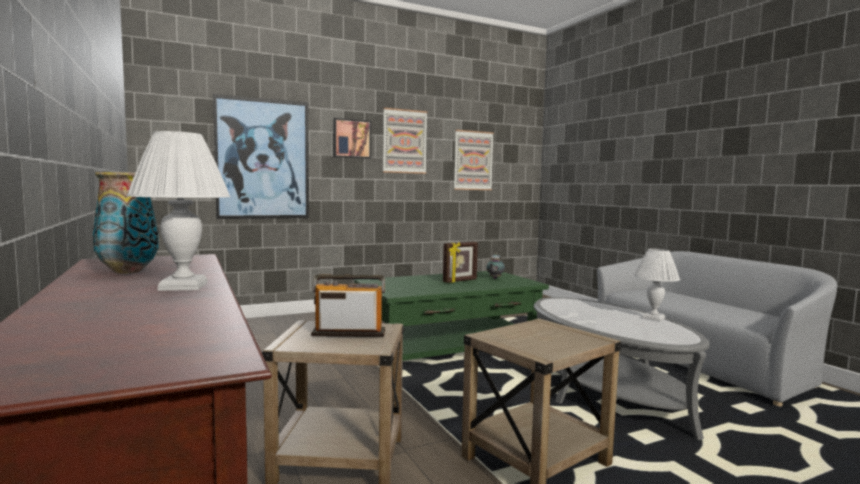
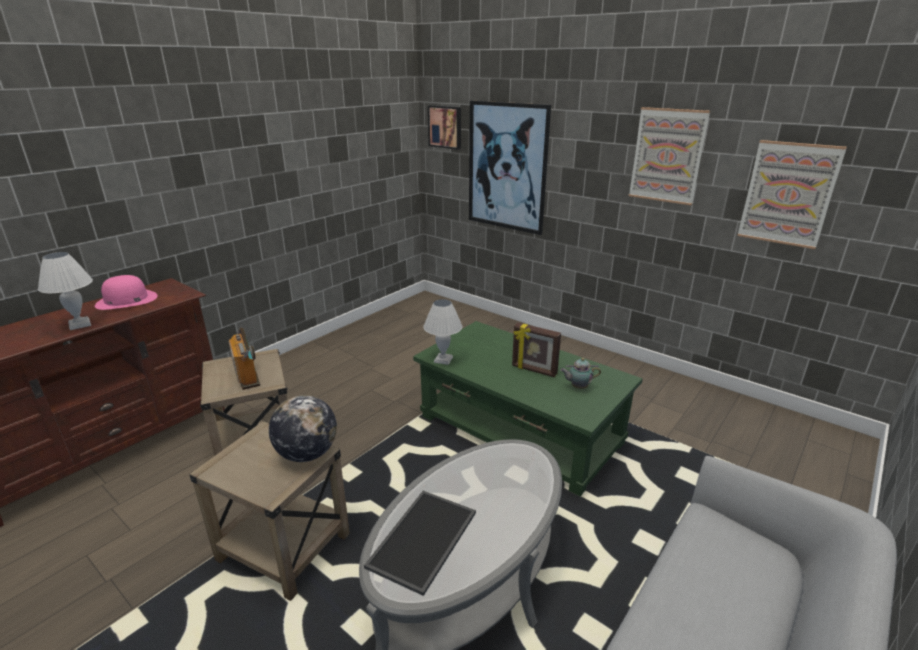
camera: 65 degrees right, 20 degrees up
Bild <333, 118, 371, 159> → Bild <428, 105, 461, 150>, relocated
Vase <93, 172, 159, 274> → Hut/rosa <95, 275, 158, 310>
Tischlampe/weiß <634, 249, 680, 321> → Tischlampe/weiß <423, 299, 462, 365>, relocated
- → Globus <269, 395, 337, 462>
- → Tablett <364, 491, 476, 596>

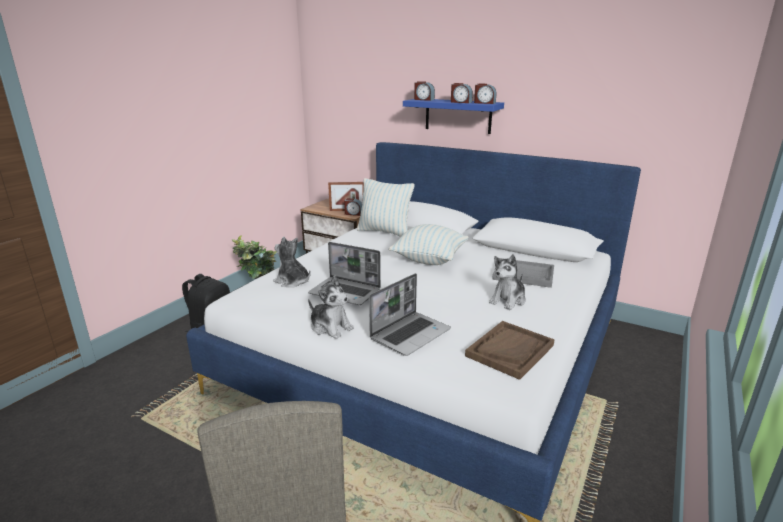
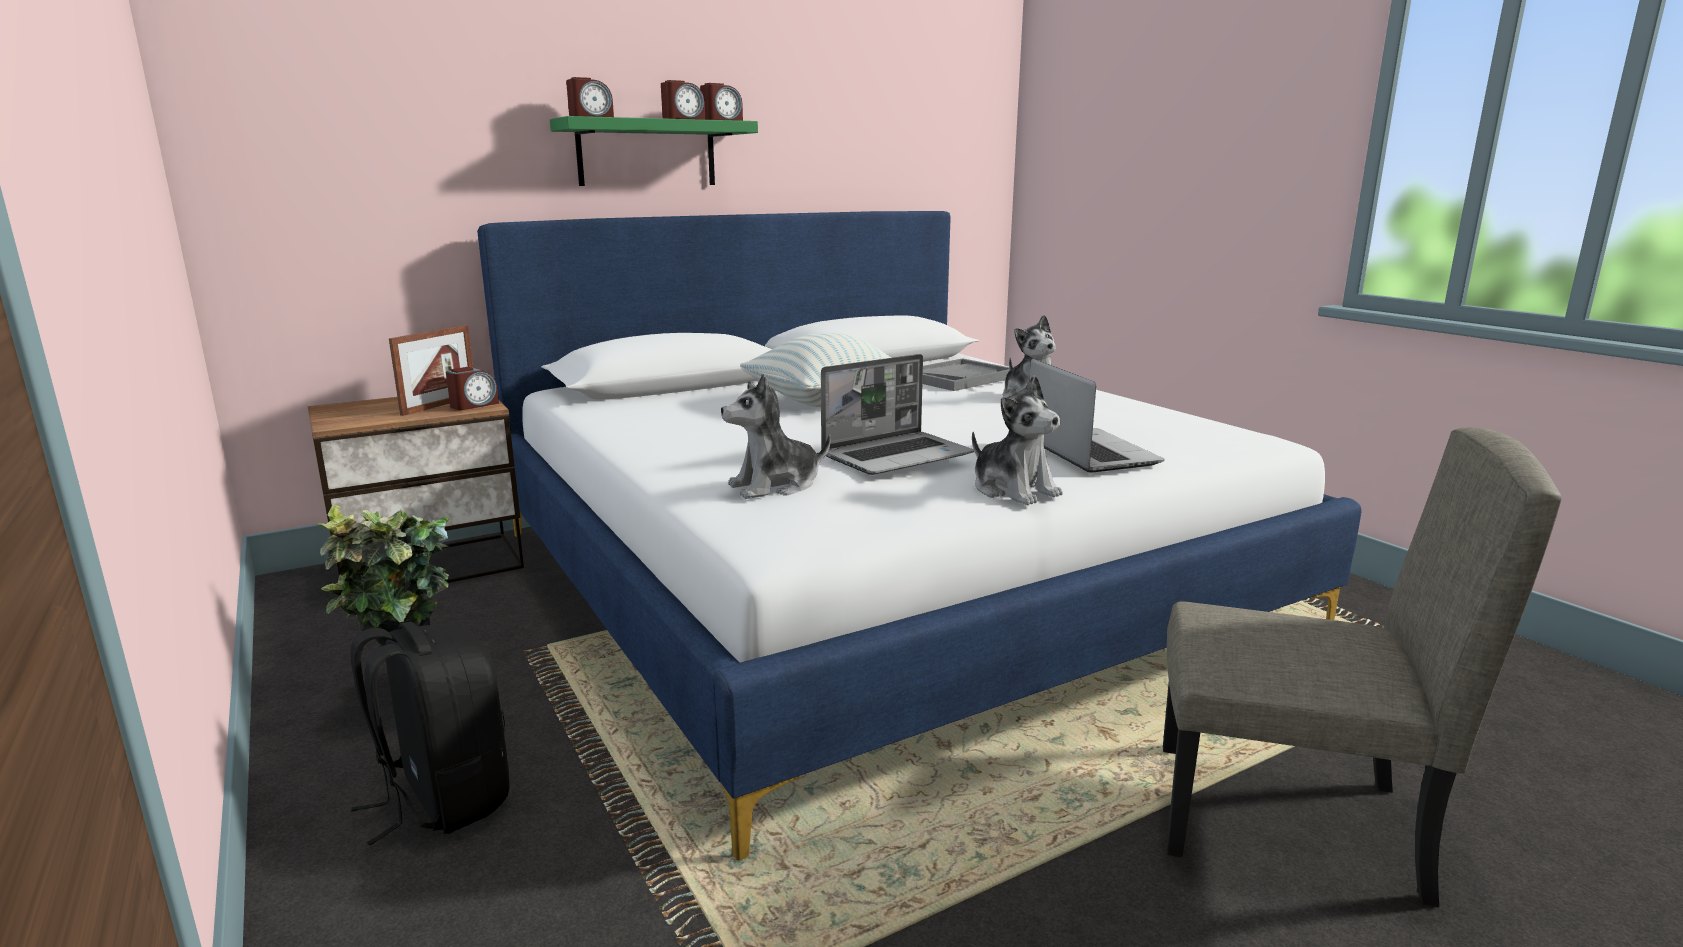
camera: 60 degrees left, 5 degrees down
Wandregal/blau <403, 99, 504, 134> → Wandregal/grün <550, 116, 758, 186>
Kissen <357, 178, 414, 237> → -
Plüschtier <308, 275, 354, 339> → Plüschtier <972, 375, 1063, 506>, 75 degrees clockwise
Tablett/braun <465, 321, 555, 380> → -

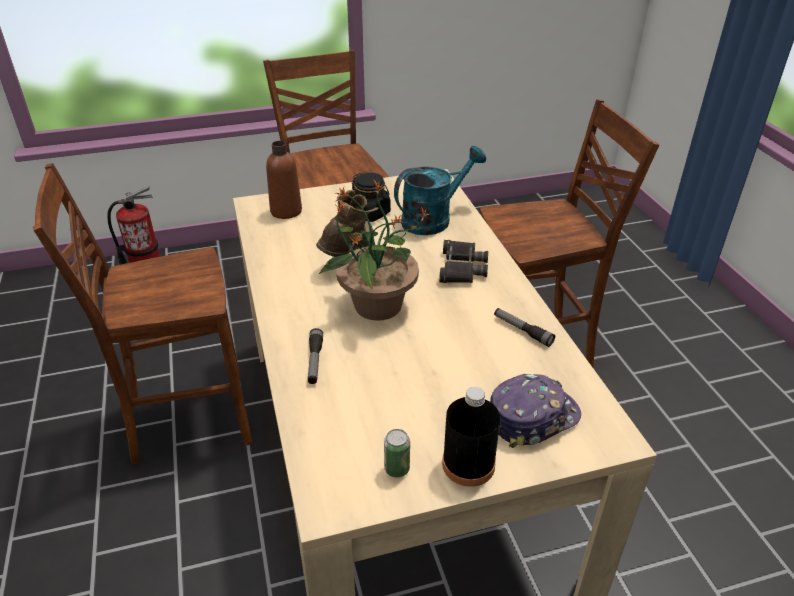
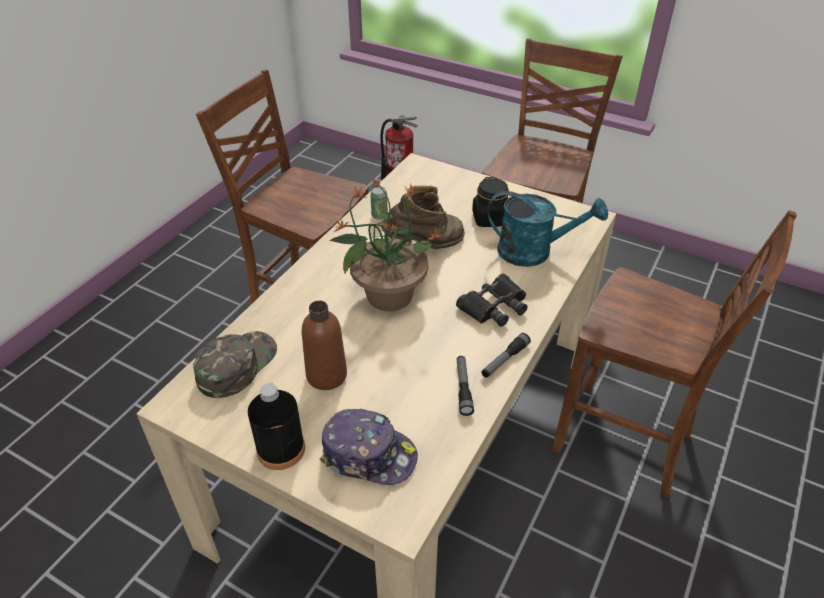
camera: 45 degrees right, 5 degrees up
Flasche/braun <266, 141, 302, 219> → Flasche/braun <302, 300, 347, 390>, relocated
Taschenlampe <308, 328, 323, 384> → Taschenlampe <481, 333, 531, 378>, relocated
Dose <384, 429, 410, 478> → Dose <370, 187, 388, 220>, relocated
- → Kappe/grün <193, 331, 277, 398>

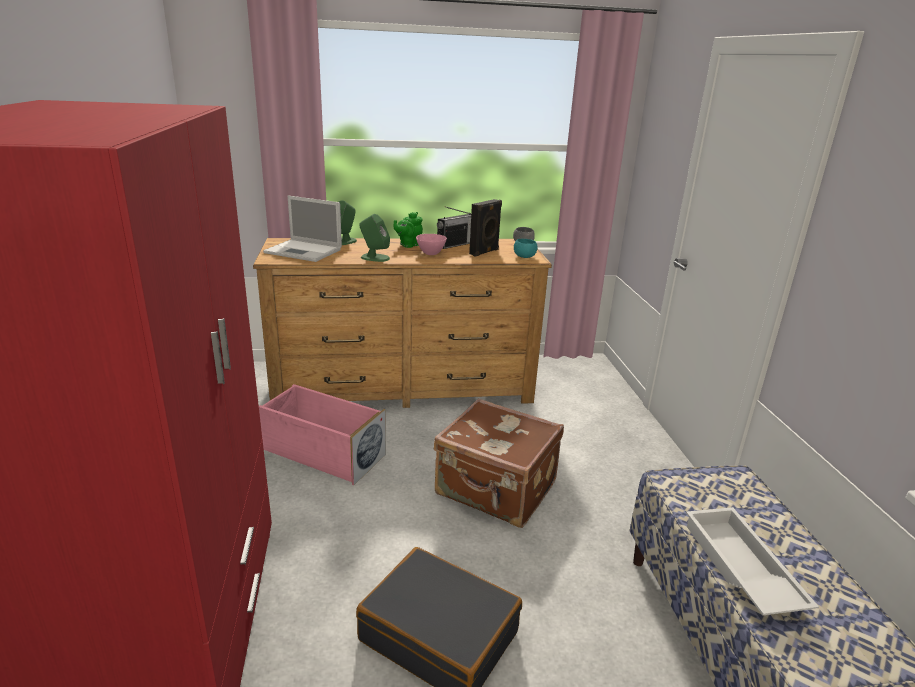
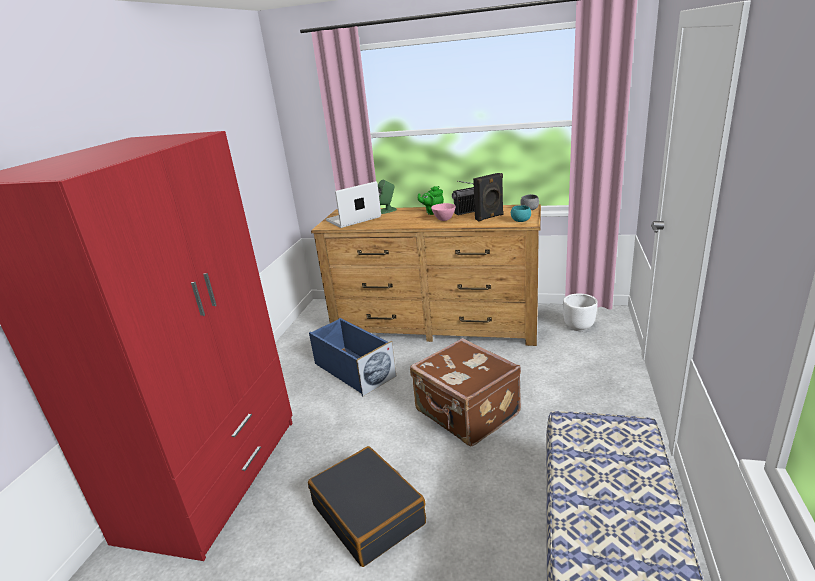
camera: 25 degrees right, 0 degrees up
Laptop <263, 195, 342, 262> → Laptop <326, 181, 381, 228>, 105 degrees clockwise
Lautsprecher/grün <359, 214, 390, 262> → -
Aufbewahrungsbox/rosa <259, 384, 386, 485> → Aufbewahrungsbox/blau <309, 318, 396, 396>
Tablett/weiß <686, 507, 819, 615> → -
- → Pflanzkübel/weiß <563, 294, 598, 331>

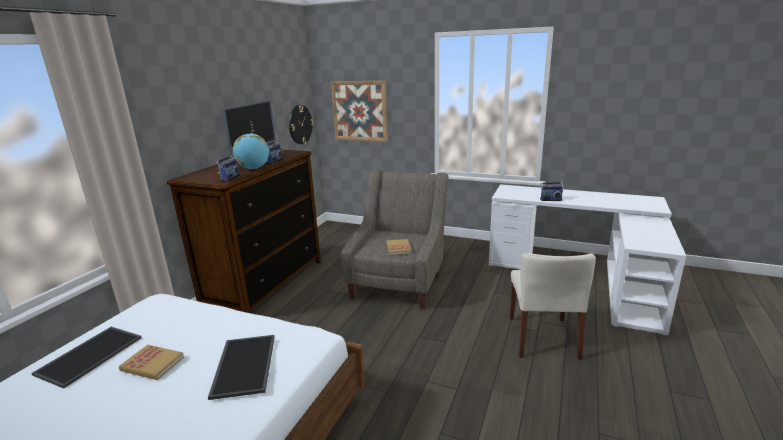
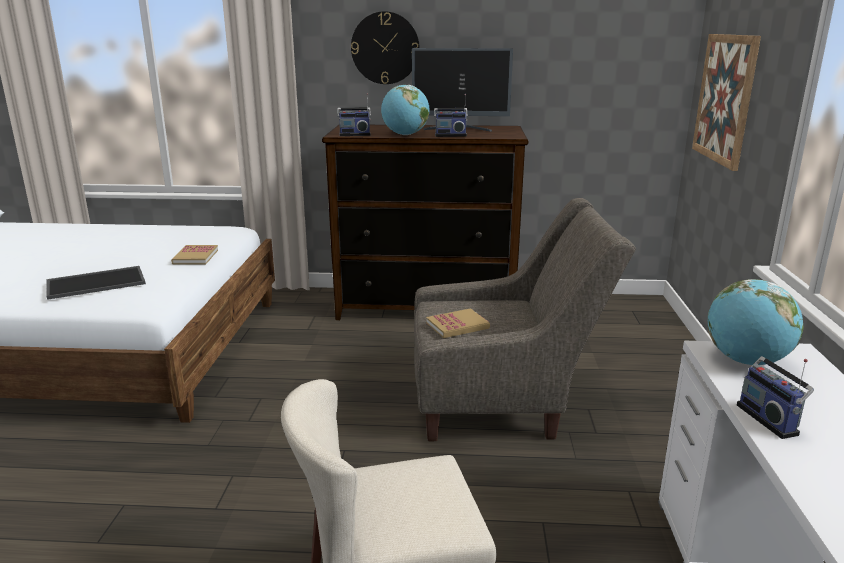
camera: 70 degrees right, 0 degrees up
Wanduhr <289, 105, 313, 144> → Wanduhr <351, 11, 420, 84>, relocated
Tablett <31, 327, 142, 388> → -
Buch <119, 345, 184, 380> → Buch <171, 245, 218, 265>, relocated
- → Globus <708, 279, 804, 365>

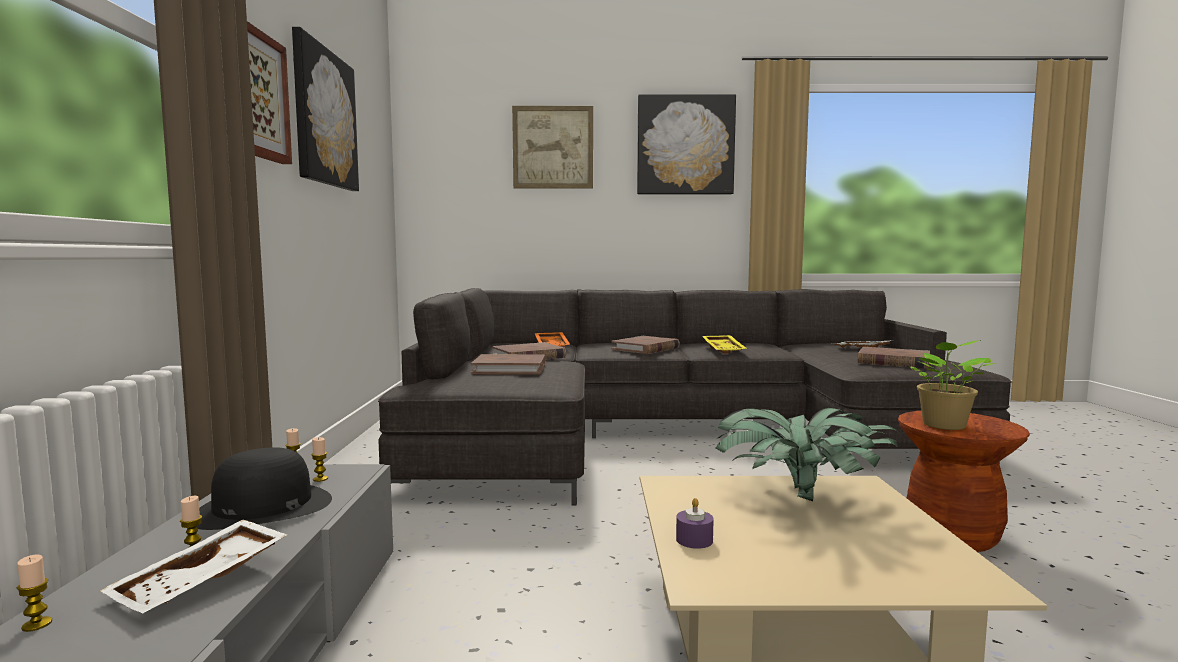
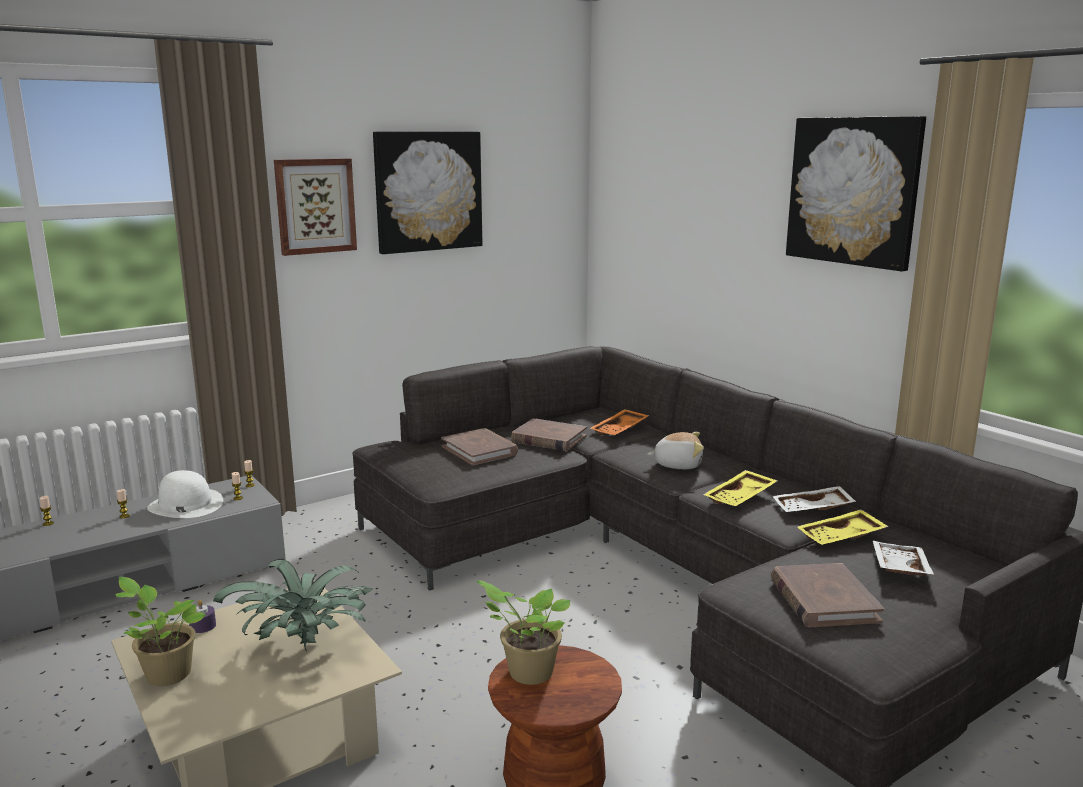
camera: 55 degrees right, 10 degrees up
Bild <512, 106, 593, 189> → -
Buch/braun <611, 336, 680, 354> → Plüschtier <648, 432, 704, 469>
Hut/schwarz <196, 447, 332, 530> → Hut/weiß <147, 470, 223, 518>
Tablett/weiß <100, 520, 287, 614> → Tablett/weiß <772, 486, 856, 512>, relocated
- → Tablett/gelb <797, 509, 889, 545>
- → Topfpflanze <115, 577, 206, 686>

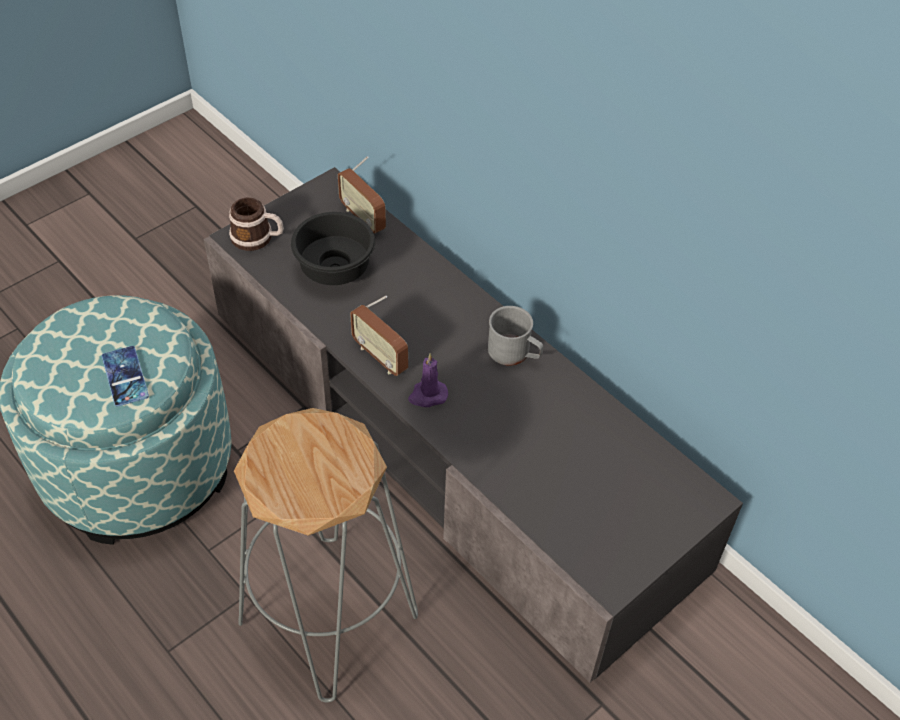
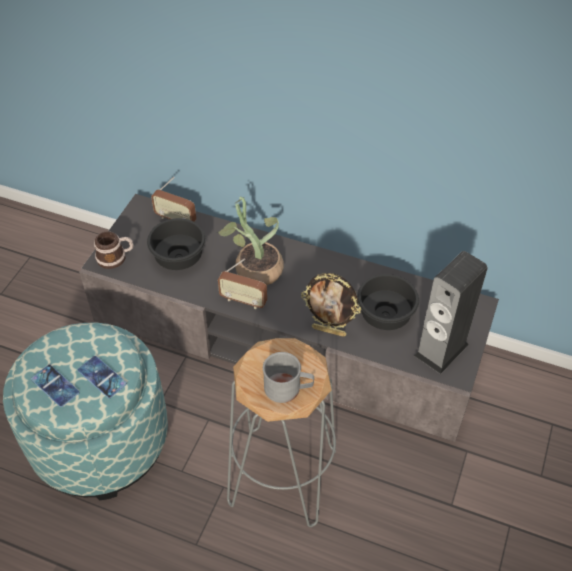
camera: 25 degrees left, 0 degrees up
Henkelbecher/grau <488, 306, 544, 366> → Henkelbecher/grau <263, 352, 314, 403>, relocated
Kerze/lila <408, 353, 448, 407> → -
- → Topfpflanze <217, 196, 284, 285>
- → Lautsprecher <414, 251, 488, 374>
- → Bilderrahmen <301, 273, 361, 337>
- → Schüssel/schwarz <357, 274, 419, 330>
- → Handy <31, 365, 80, 407>

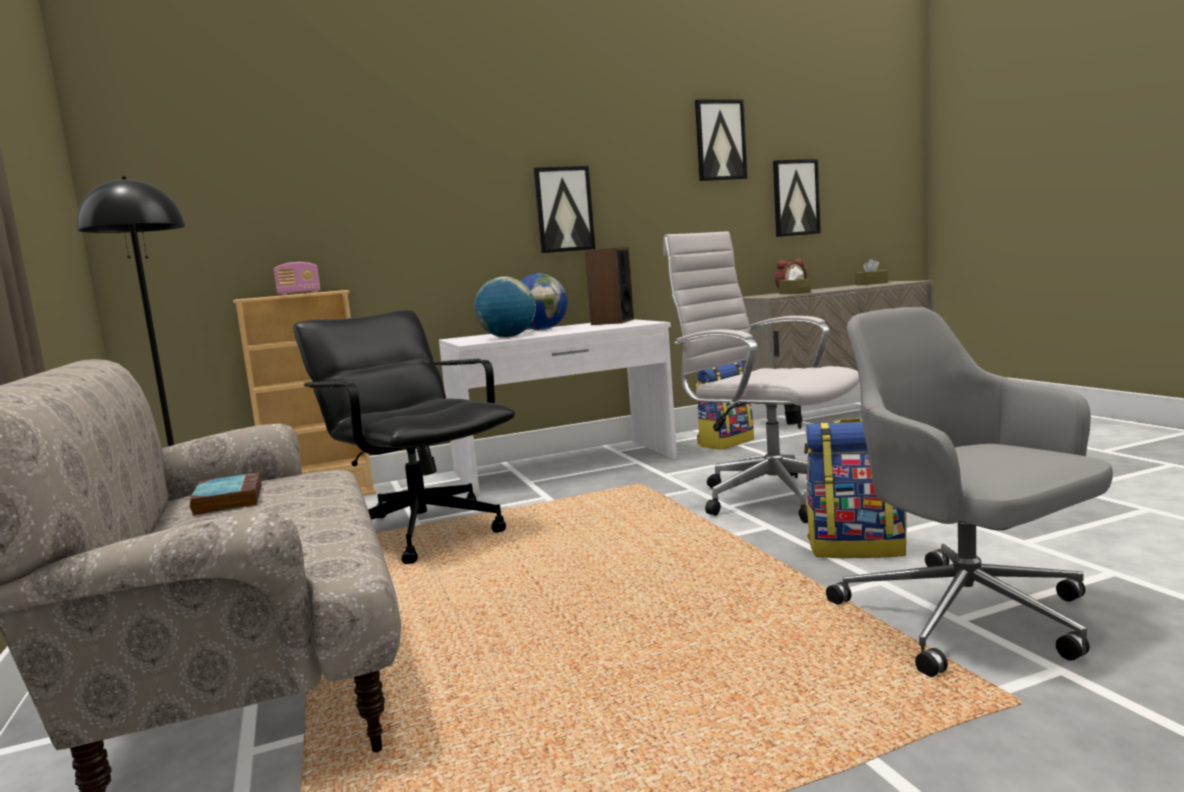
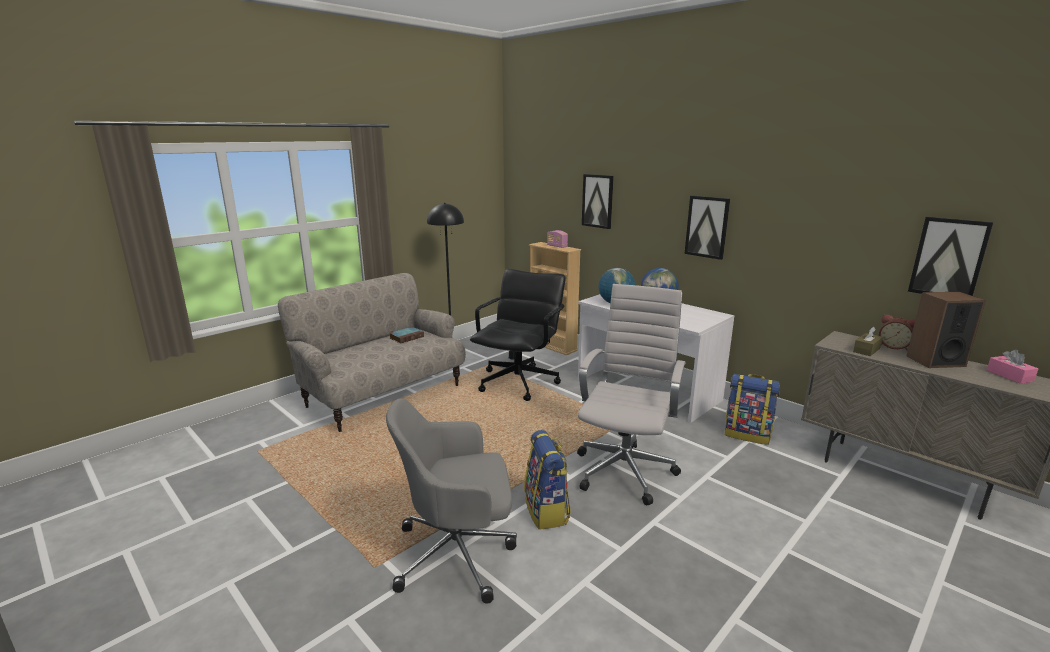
camera: 65 degrees right, 10 degrees up
Bild <695, 99, 747, 181> → Bild <582, 174, 614, 229>, relocated
Lautsprecher <585, 248, 634, 325> → Lautsprecher <907, 292, 986, 368>, relocated
Taschentuchbox/braun <855, 259, 888, 285> → Taschentuchbox/rosa <987, 350, 1038, 384>
Bürostuhl/grau <826, 307, 1113, 677> → Bürostuhl/grau <386, 398, 517, 604>, 135 degrees counterclockwise

